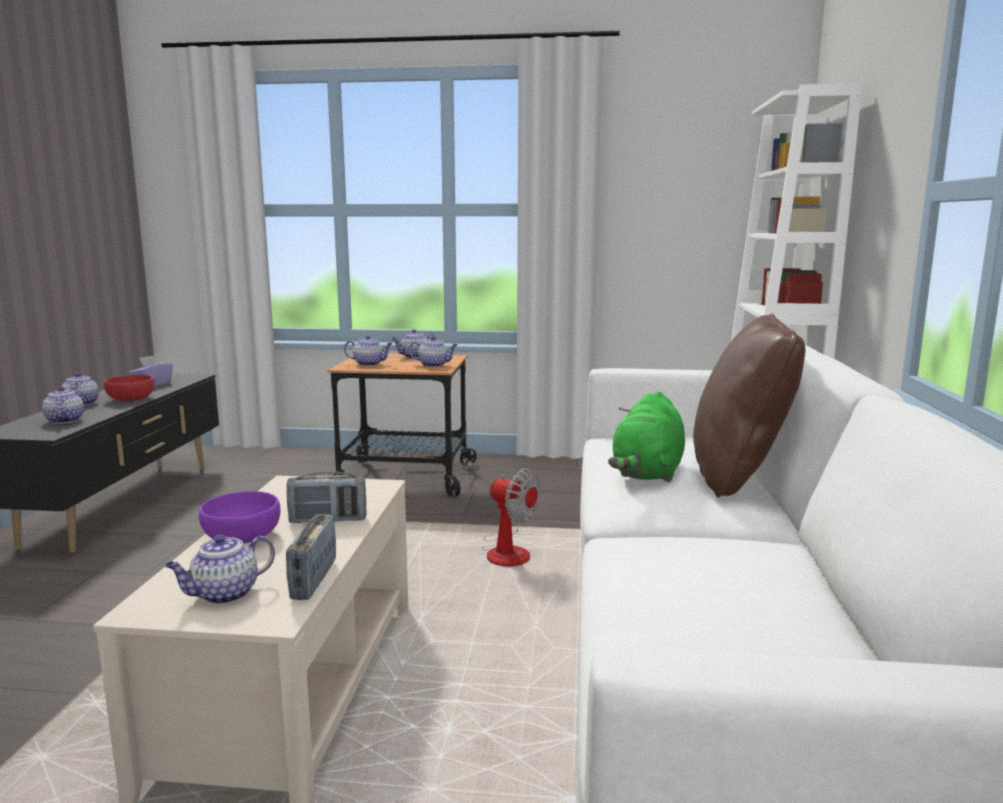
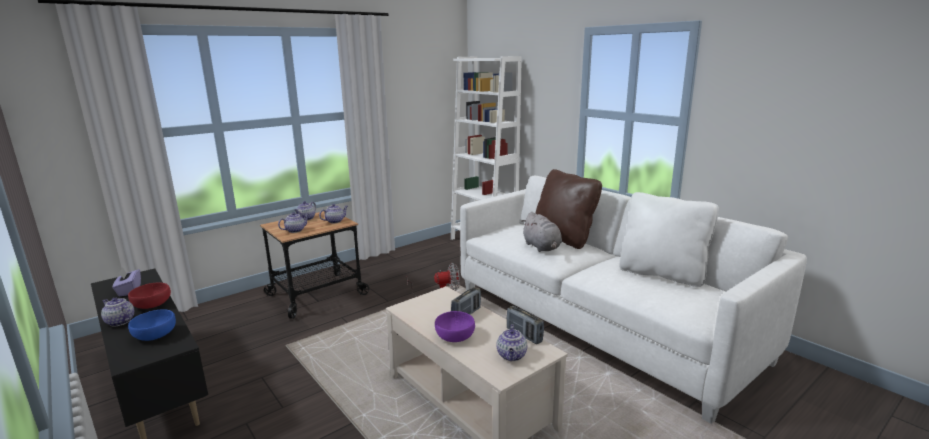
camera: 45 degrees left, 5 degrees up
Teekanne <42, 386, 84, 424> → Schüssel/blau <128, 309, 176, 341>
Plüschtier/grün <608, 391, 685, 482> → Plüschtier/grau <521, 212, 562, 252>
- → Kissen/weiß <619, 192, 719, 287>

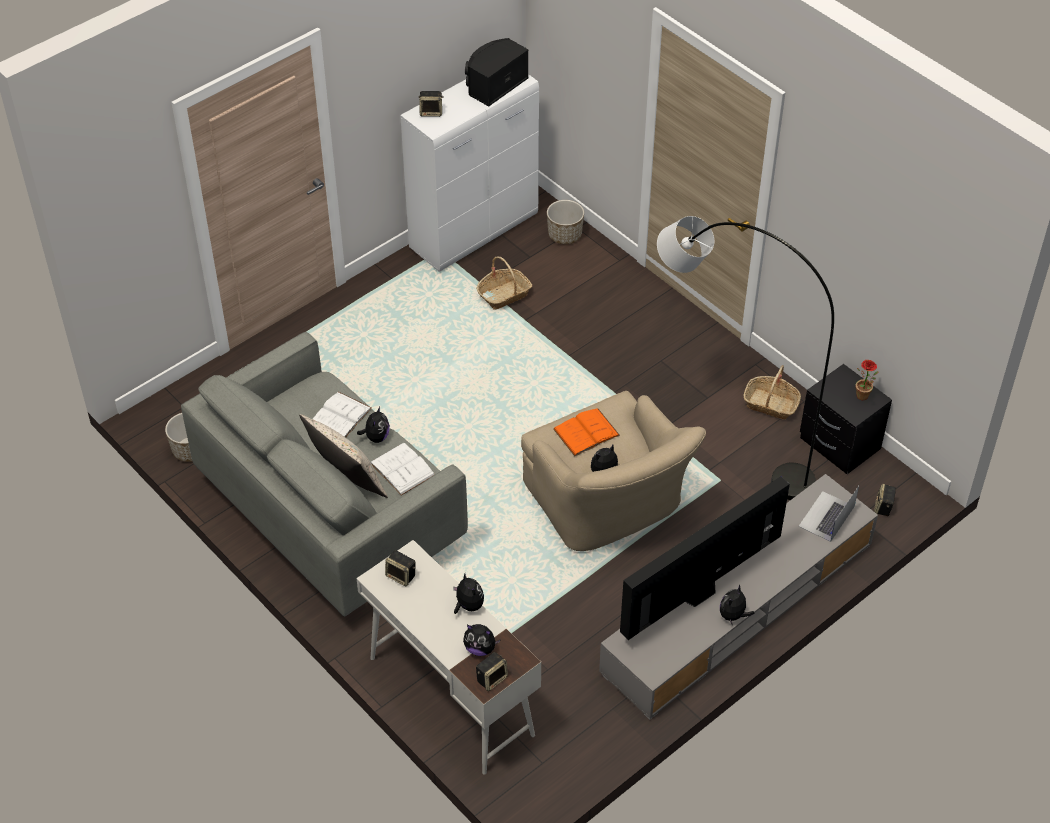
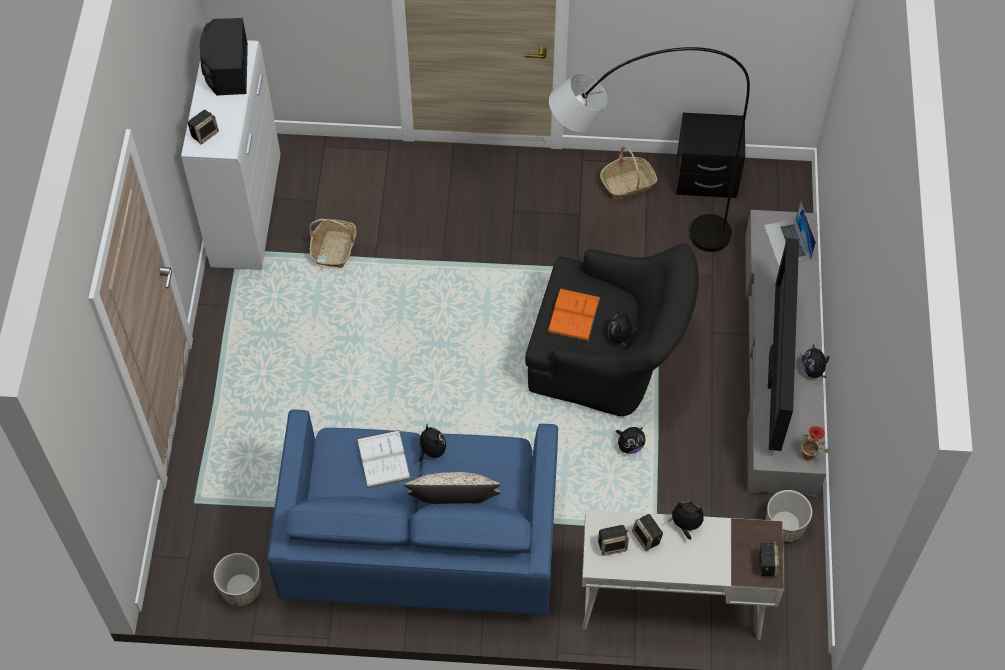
camera: 45 degrees left, 10 degrees up
Pflanzkübel <547, 200, 584, 244> → Pflanzkübel <765, 490, 812, 543>, relocated
Sofa/grau <181, 332, 468, 616> → Sofa/blau <267, 409, 558, 615>
Topfpflanze <856, 360, 878, 400> → Topfpflanze <801, 426, 831, 461>, relocated
Sessel/beige <521, 391, 706, 551> → Sessel/schwarz <525, 243, 699, 416>
Buch/weiß <371, 442, 435, 495> → -
Lautsprecher <874, 484, 896, 516> → Lautsprecher <632, 514, 663, 551>, relocated
Plüschtier <463, 624, 501, 656> → Plüschtier <616, 427, 646, 454>, relocated

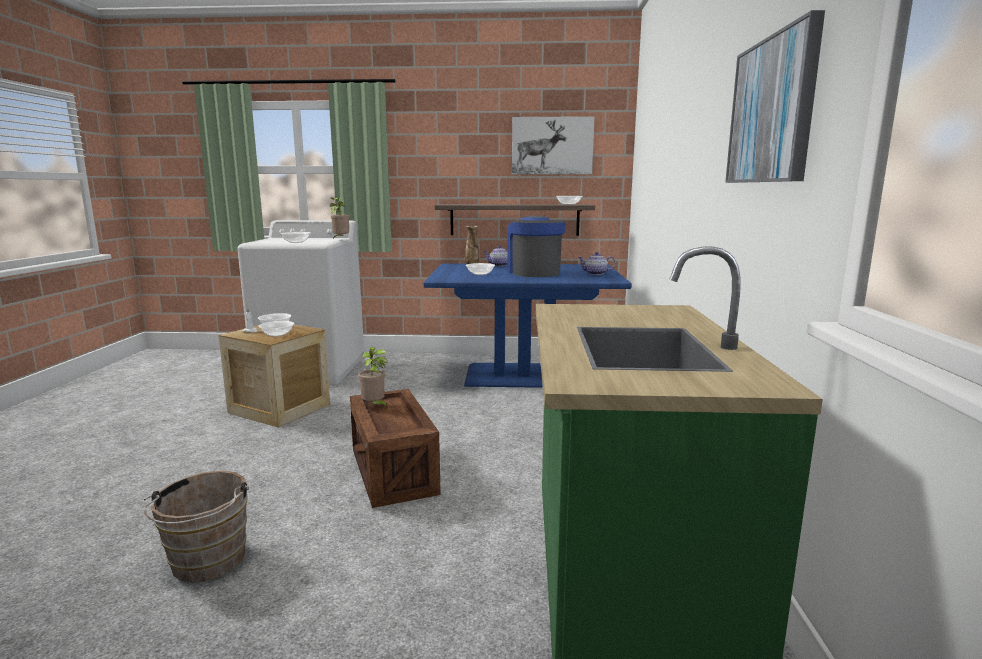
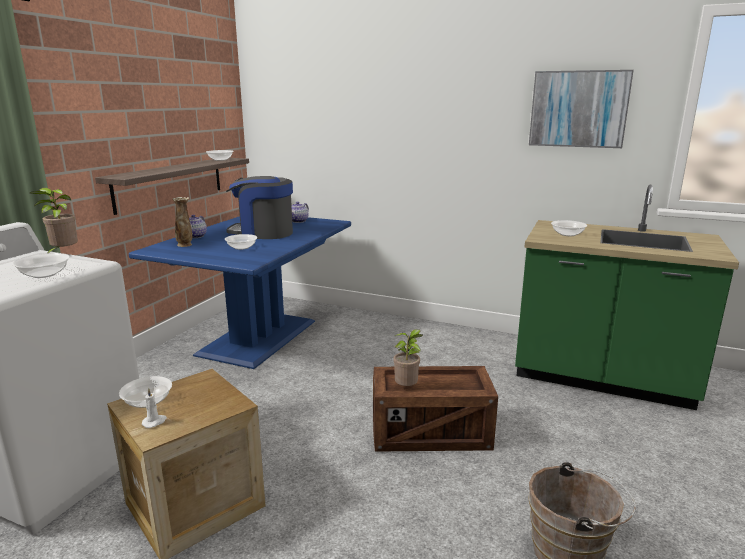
camera: 70 degrees left, 5 degrees up
Bild <512, 116, 595, 175> → -
Schüssel <258, 321, 294, 337> → Schüssel <551, 220, 587, 236>, relocated

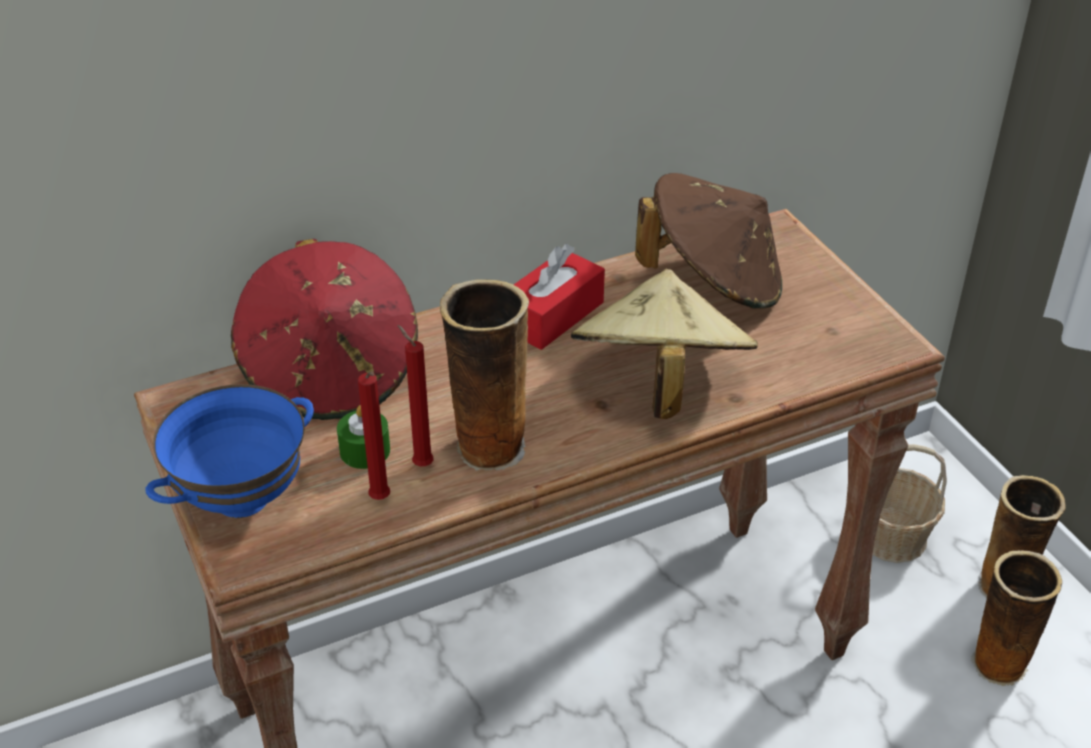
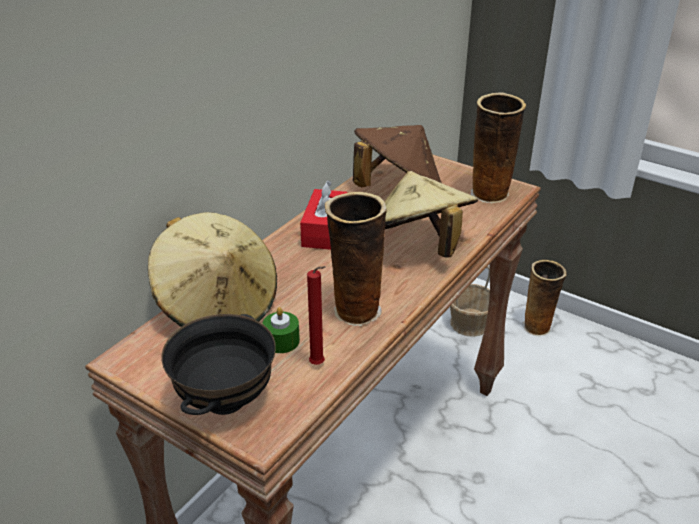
camera: 30 degrees left, 5 degrees down
Hut/rot <231, 239, 418, 420> → Hut/beige <148, 212, 277, 327>
Kerze/rot <398, 325, 433, 467> → -
Schüssel/blau <145, 384, 314, 518> → Schüssel/schwarz <161, 314, 276, 415>
Vase <971, 550, 1062, 686> → Vase <471, 92, 526, 203>, relocated

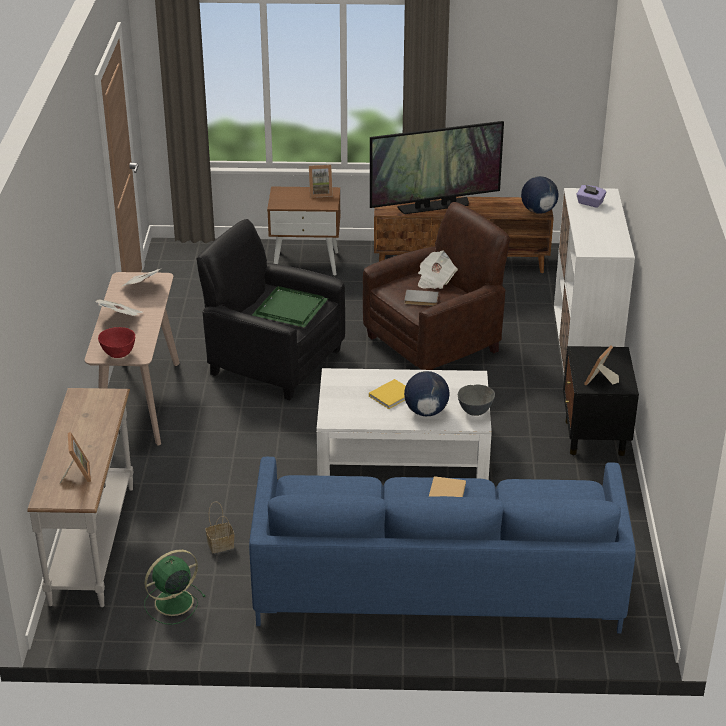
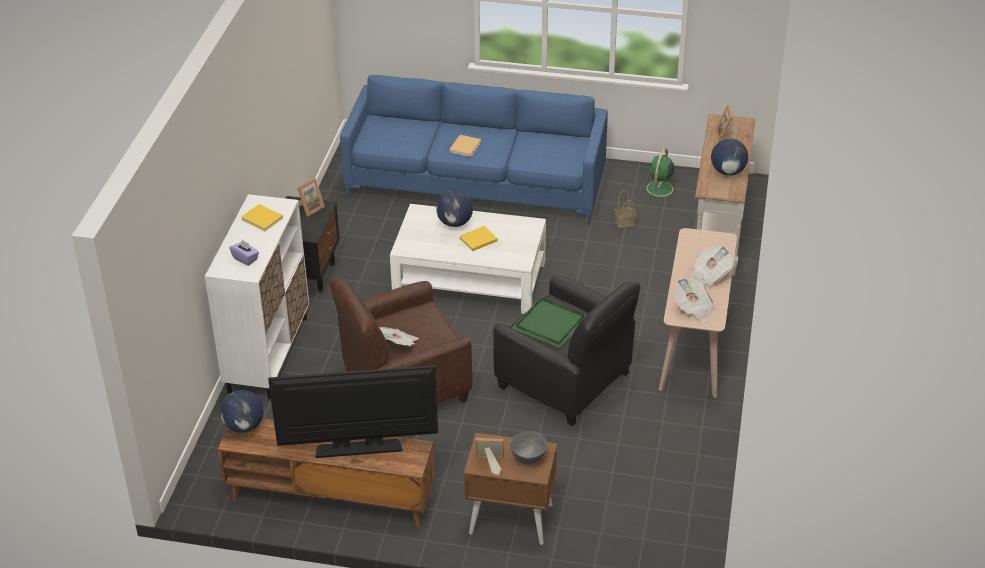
camera: 170 degrees left, 5 degrees up
Buch/grau <404, 289, 439, 306> → -
Schüssel/rot <98, 327, 135, 358> → -
Schüssel/grau <458, 384, 495, 416> → Schüssel/grau <510, 431, 547, 465>, relocated
Ventilator/grün <144, 550, 206, 625> → Ventilator/grün <641, 148, 678, 201>, 135 degrees clockwise
- → Globus <711, 138, 748, 176>
- → Buch/gelb <241, 204, 283, 231>

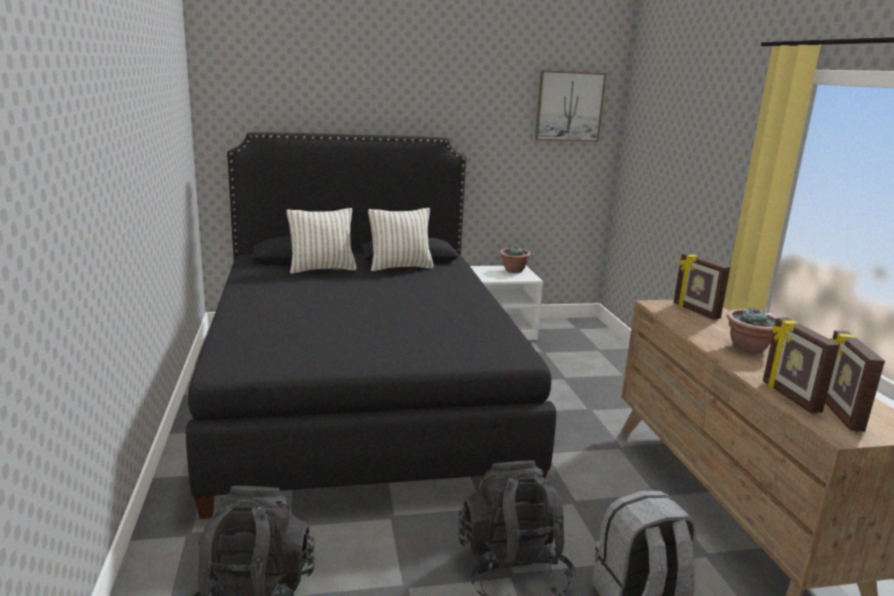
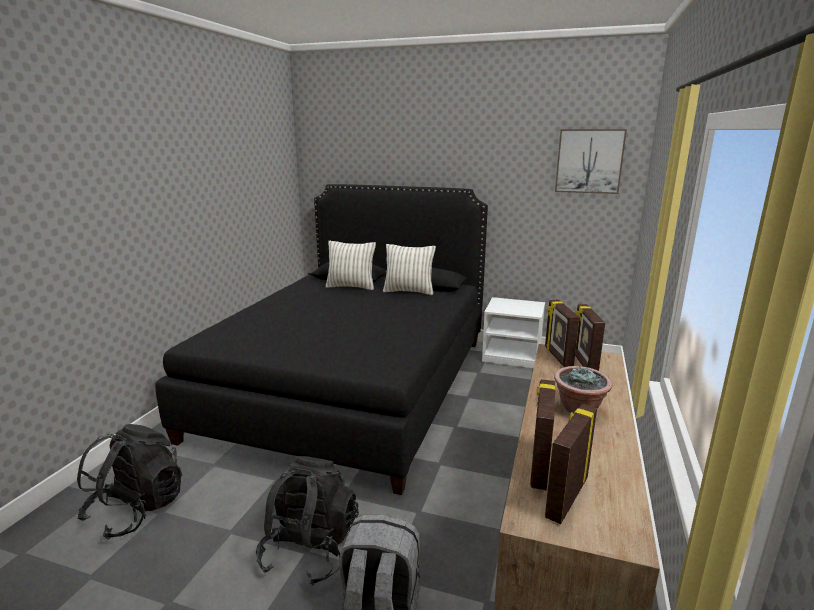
camera: 30 degrees right, 0 degrees up
Topfpflanze <500, 246, 531, 273> → -
- → Bilderrahmen <545, 300, 579, 367>

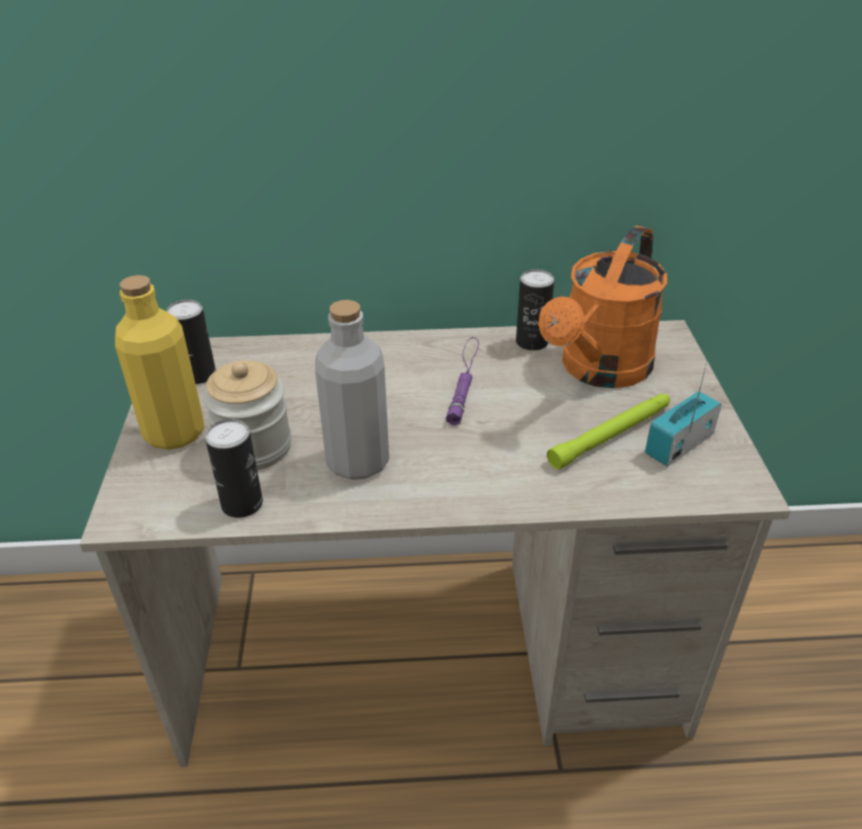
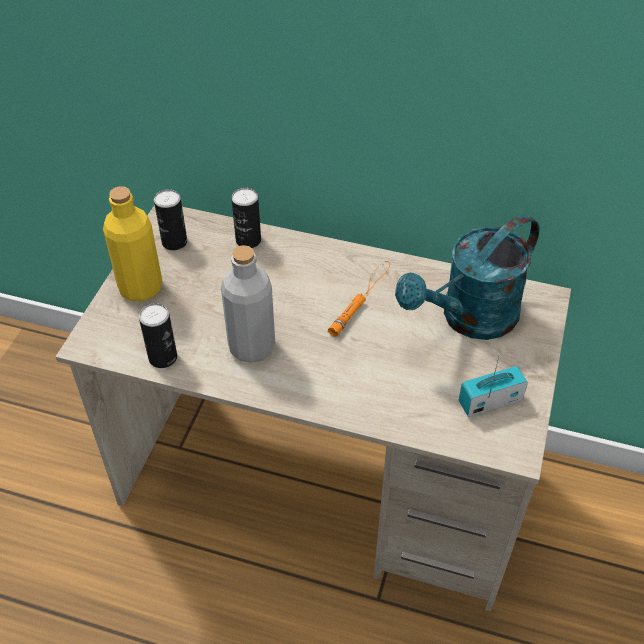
camera: 20 degrees right, 10 degrees up
Gießkanne/orange <539, 225, 667, 388> → Gießkanne/türkis <395, 214, 540, 340>
Dose <516, 269, 554, 351> → Dose <231, 188, 261, 248>, relocated
Taschenlampe/lila <446, 337, 479, 426> → Taschenlampe/orange <328, 261, 390, 337>
Vorratsglas <203, 360, 291, 470> → -
Taschenlampe/grün <547, 394, 670, 469> → -

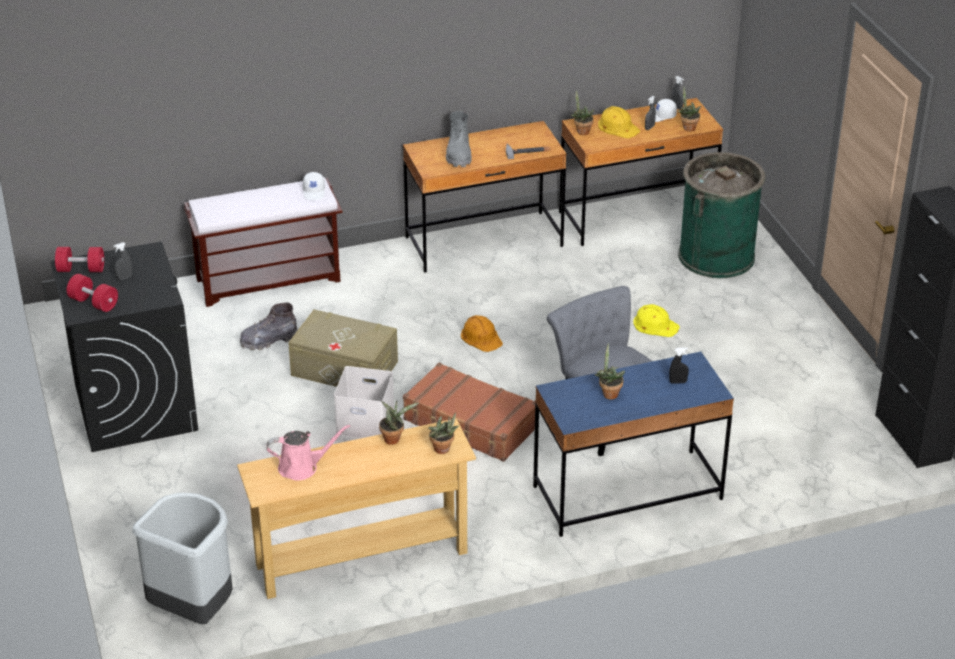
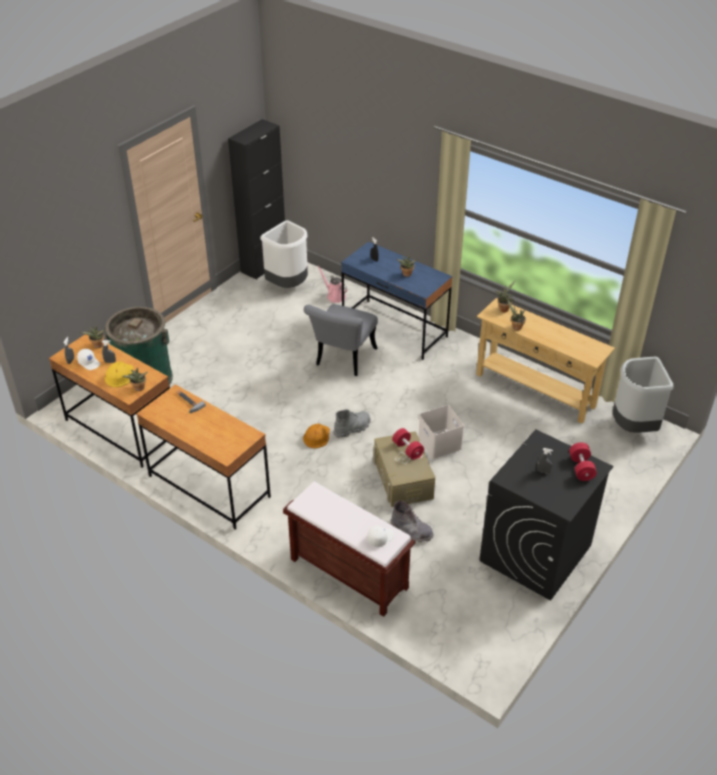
camera: 125 degrees left, 5 degrees up
Stiefel/grau <446, 111, 472, 167> → Stiefel/grau <333, 409, 371, 438>, relocated
Kappe/weiß <303, 172, 325, 200> → Kappe/weiß <367, 526, 394, 547>, relocated
Hantel/rot <55, 247, 104, 272> → Hantel/rot <392, 428, 424, 460>, relocated
Schutzhelm/gelb <633, 304, 680, 337> → -
Koffer/braun <403, 363, 535, 462> → -
Gießkanne/rosa <267, 425, 350, 481> → Gießkanne/rosa <317, 266, 348, 303>, relocated
- → Mülleimer/weiß <260, 220, 308, 288>

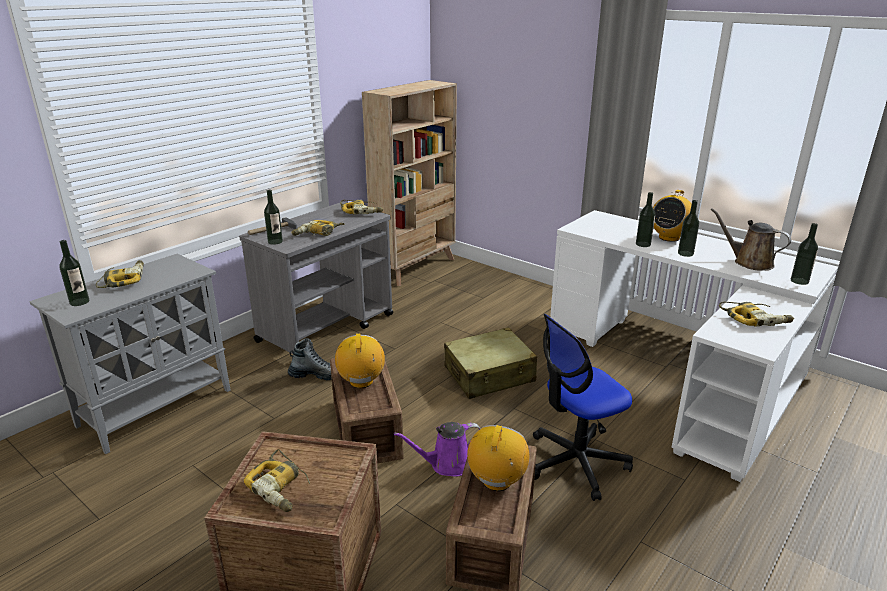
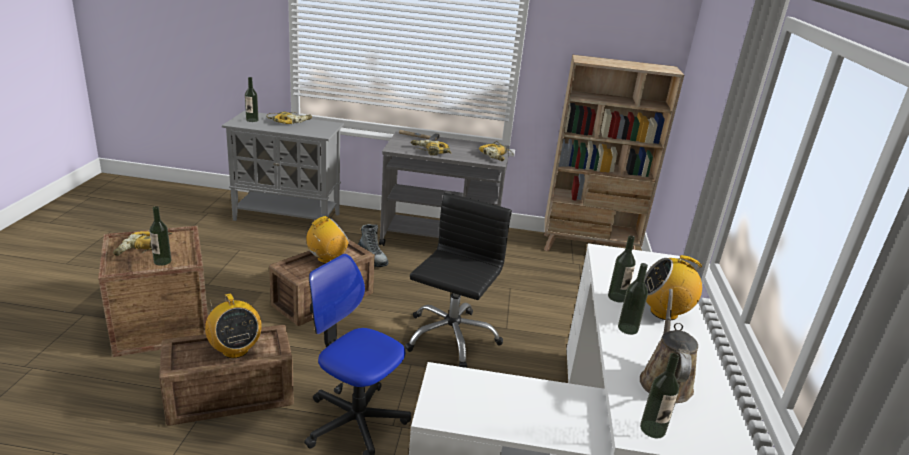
camera: 55 degrees right, 0 degrees up
Flasche <264, 190, 283, 245> → Flasche <149, 206, 171, 266>, relocated
Bohrmaschine <719, 302, 794, 327> → -
Koffer/beige <444, 327, 537, 399> → Bürostuhl/schwarz <405, 193, 512, 368>
Gießkanne/lila <394, 422, 480, 477> → -
Radio <467, 425, 529, 491> → Radio <205, 294, 262, 358>, 75 degrees clockwise

